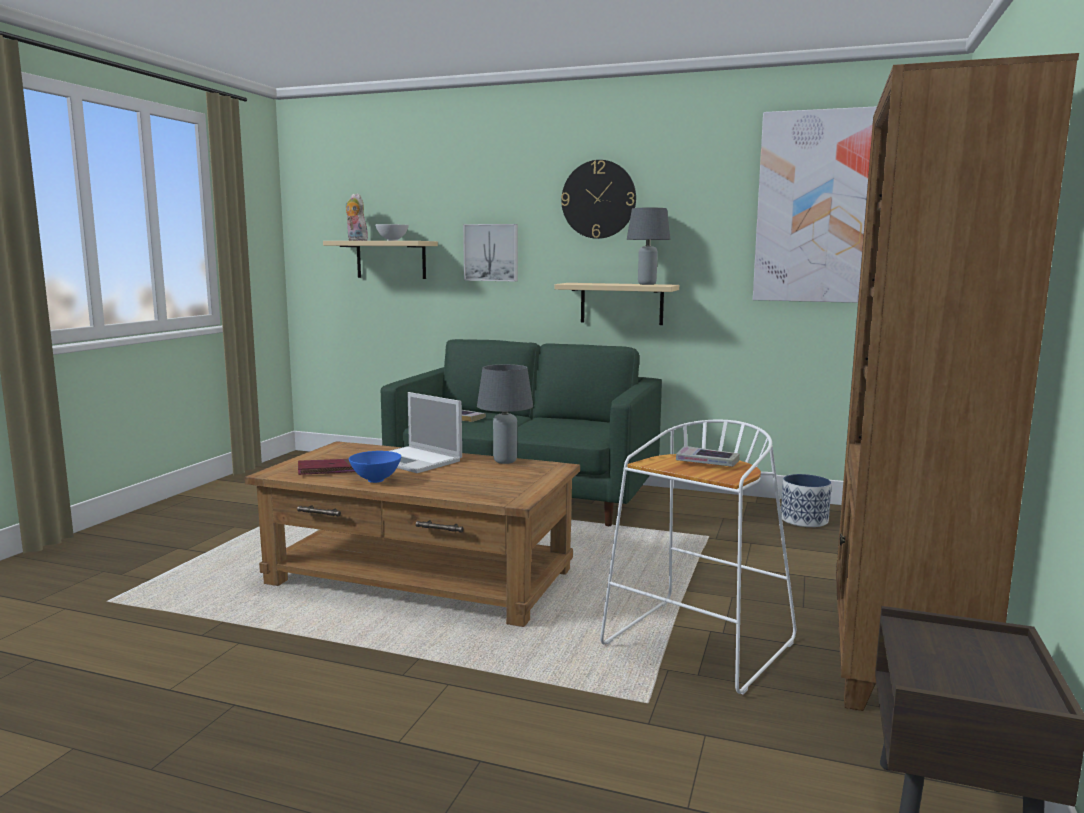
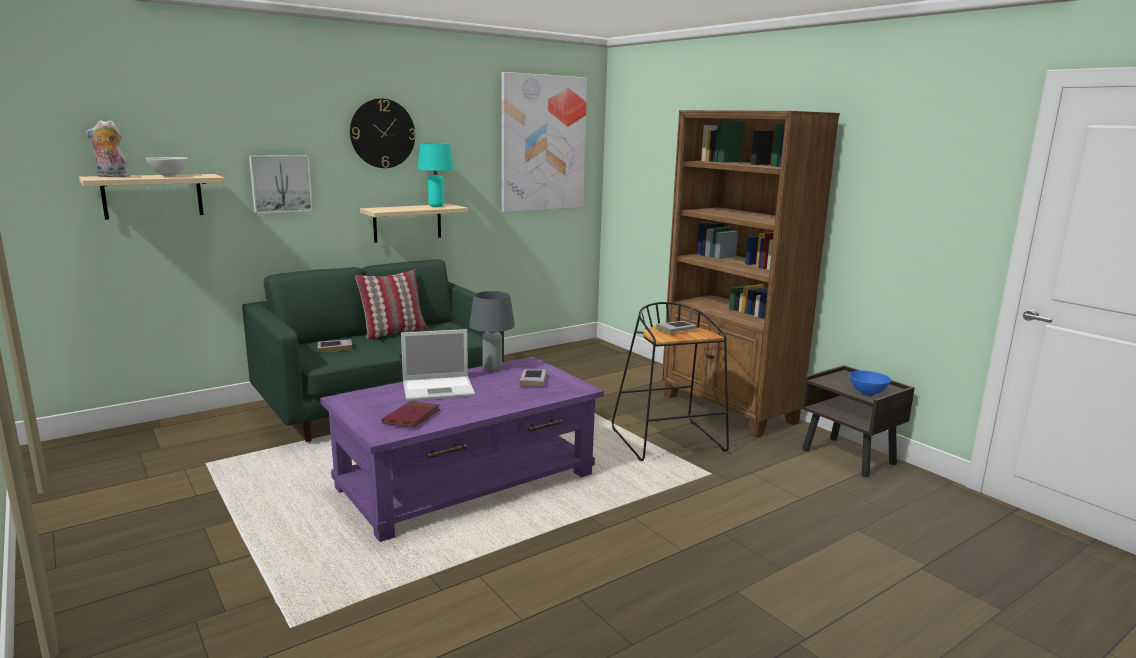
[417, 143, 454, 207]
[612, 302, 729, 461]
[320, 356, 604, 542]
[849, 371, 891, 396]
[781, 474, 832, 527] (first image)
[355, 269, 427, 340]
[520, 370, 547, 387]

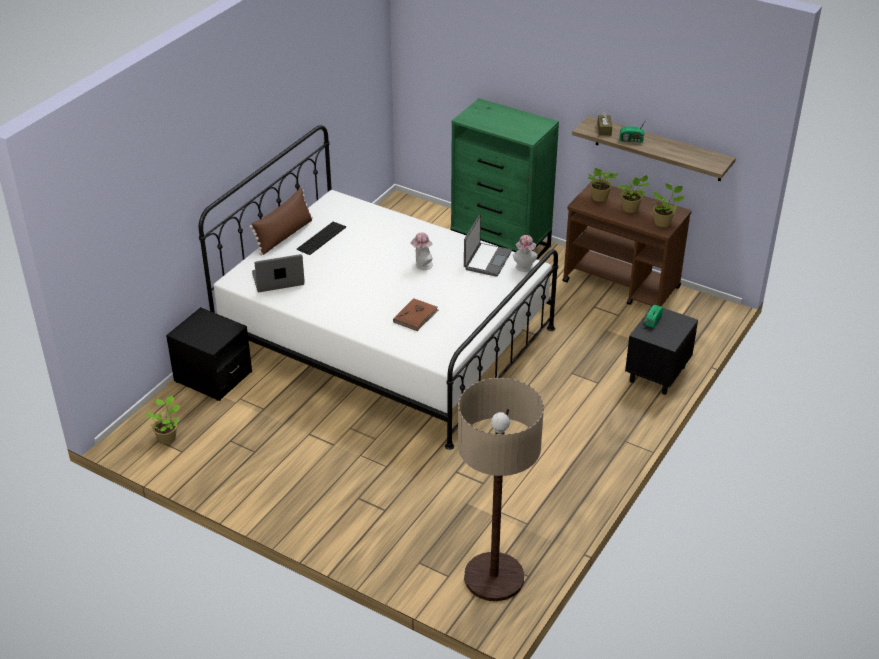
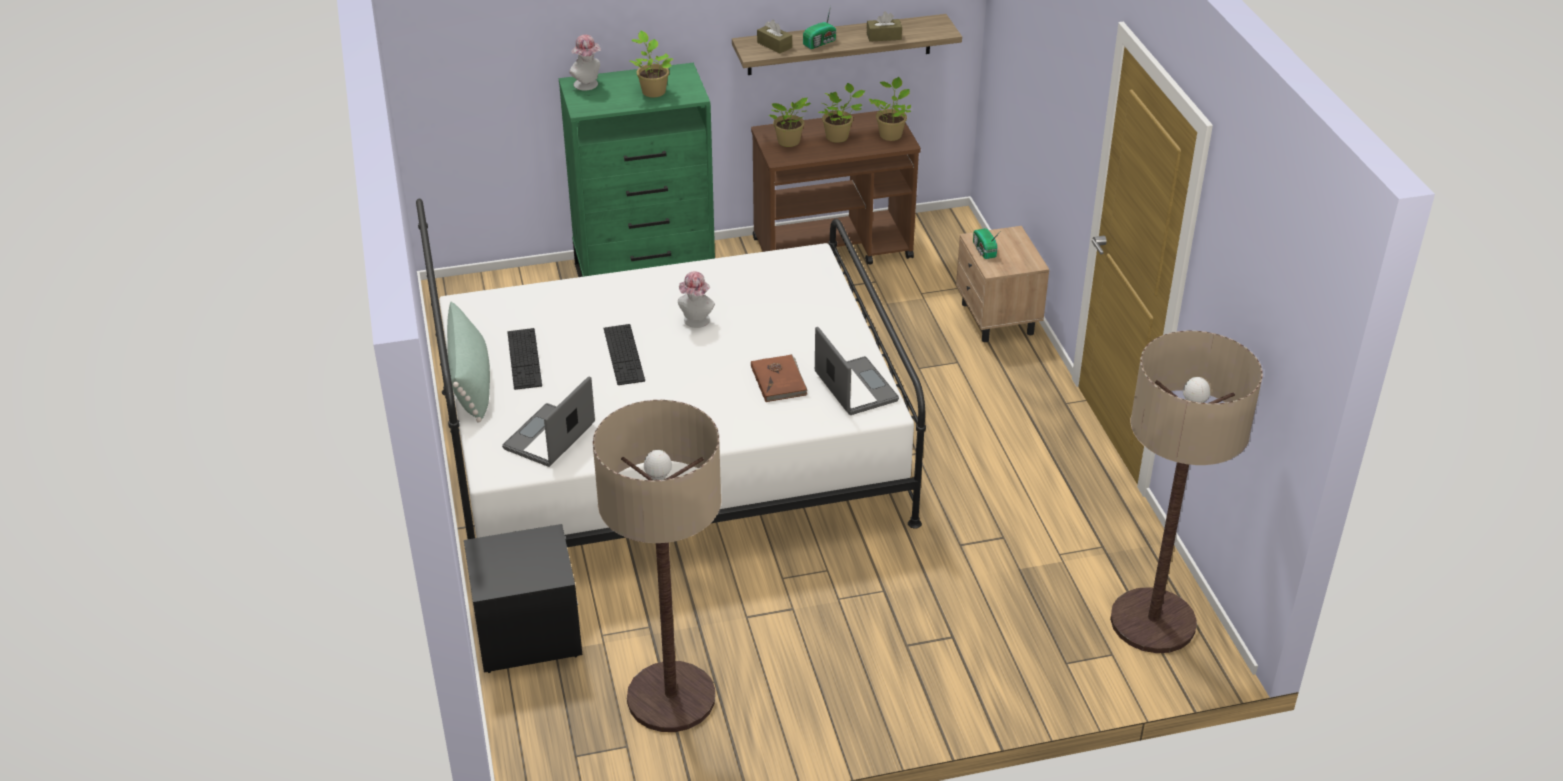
[447, 302, 490, 423]
[815, 327, 899, 415]
[569, 34, 601, 91]
[956, 226, 1049, 342]
[629, 30, 673, 98]
[867, 12, 902, 42]
[604, 324, 645, 385]
[593, 400, 721, 732]

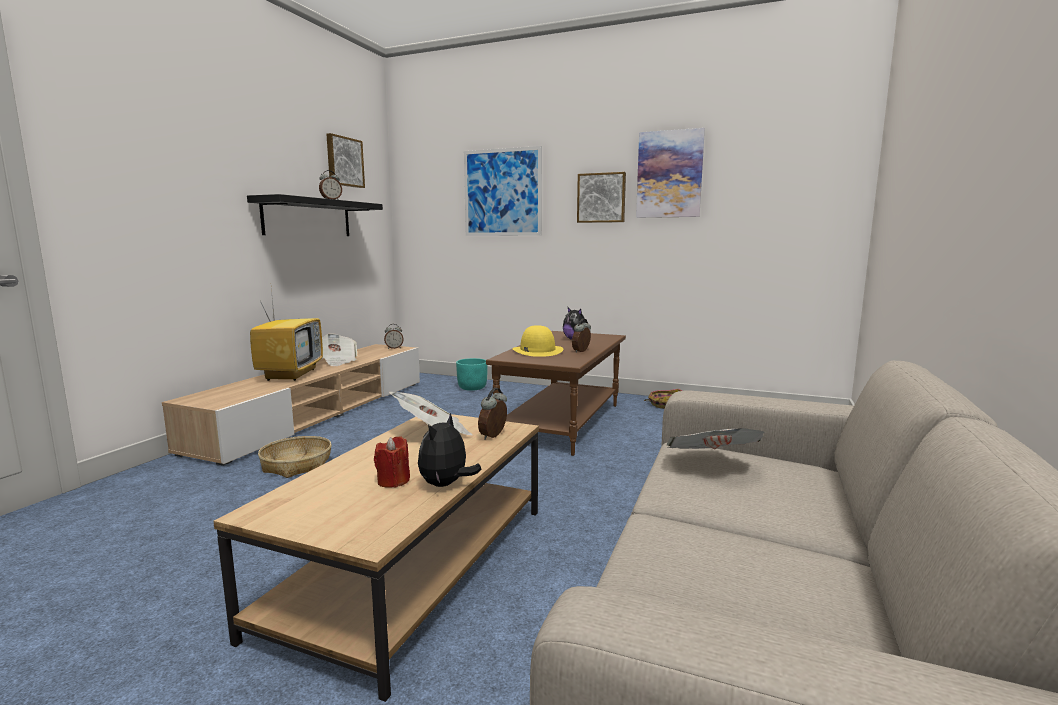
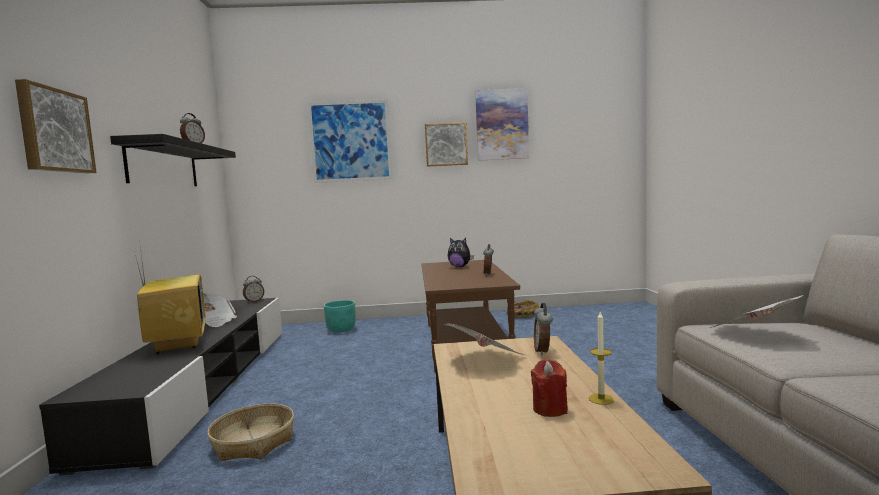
[15, 79, 96, 173]
[512, 325, 563, 357] (first image)
[39, 298, 282, 476]
[589, 312, 614, 405]

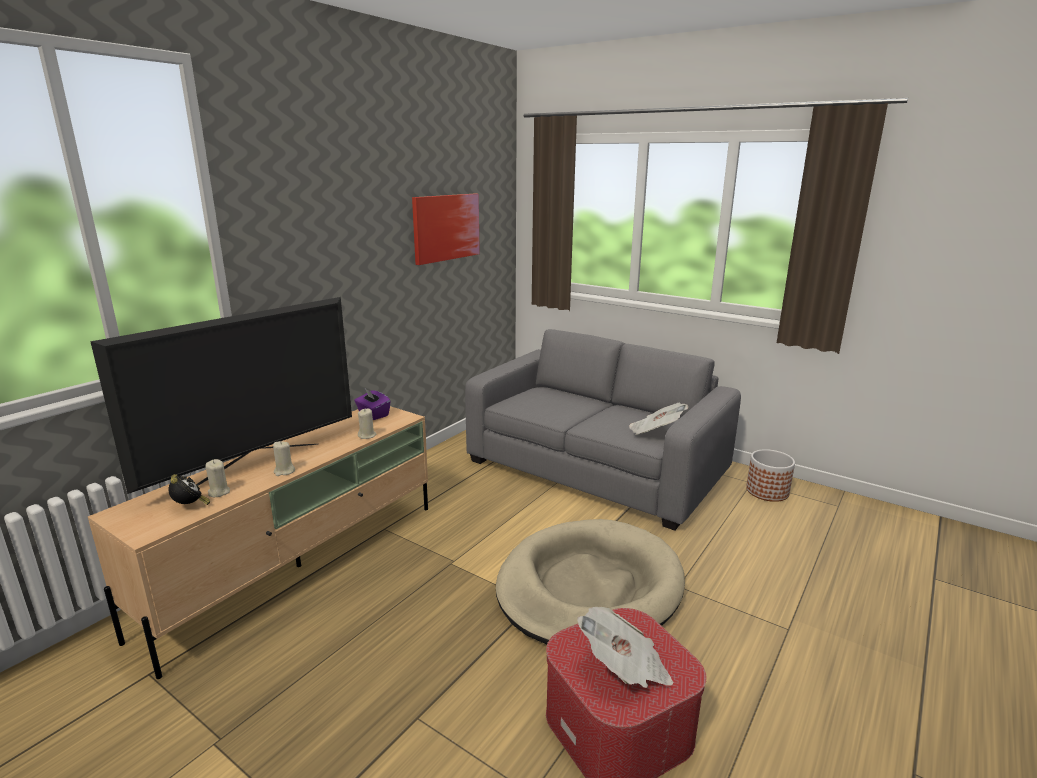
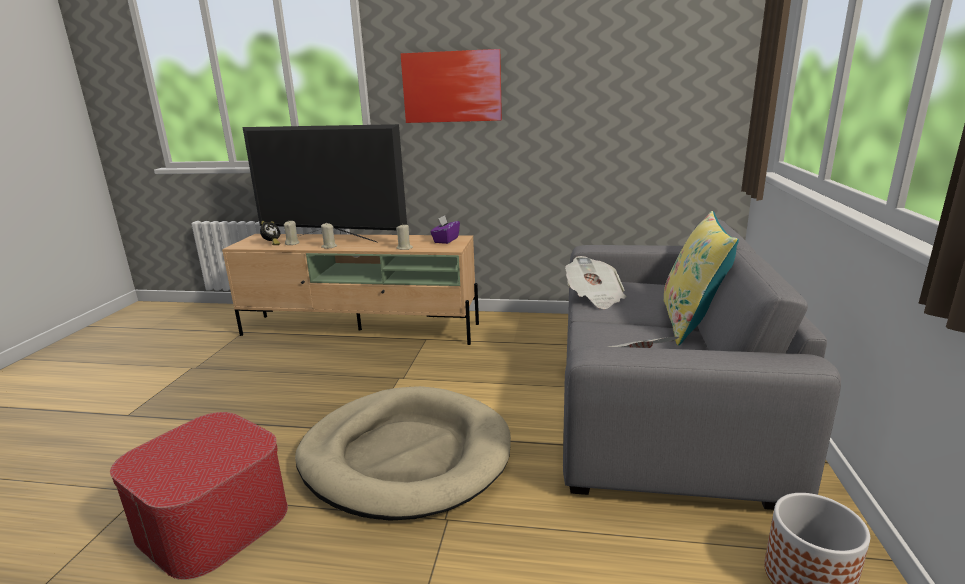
[401, 49, 502, 123]
[565, 256, 626, 309]
[663, 211, 739, 346]

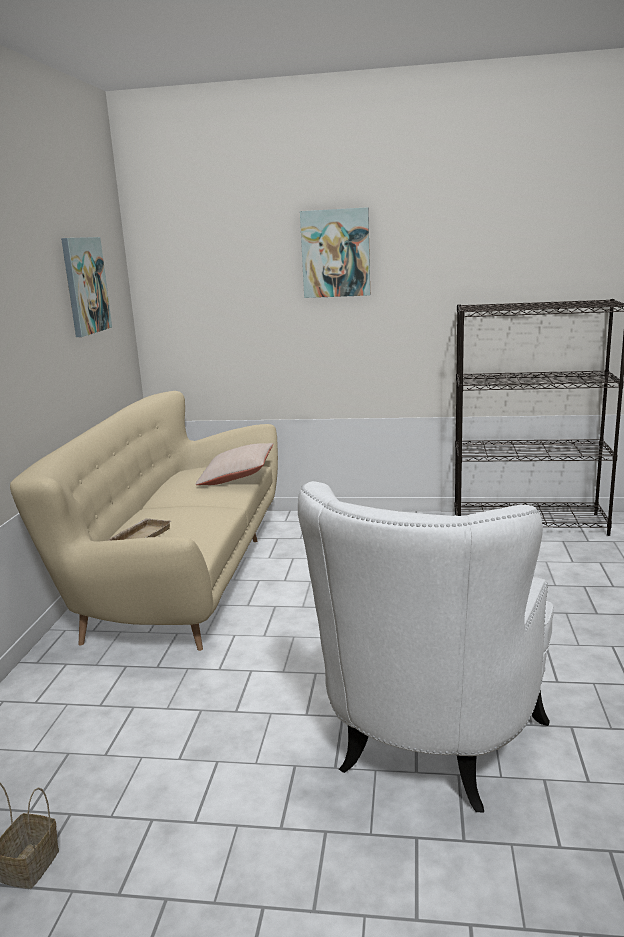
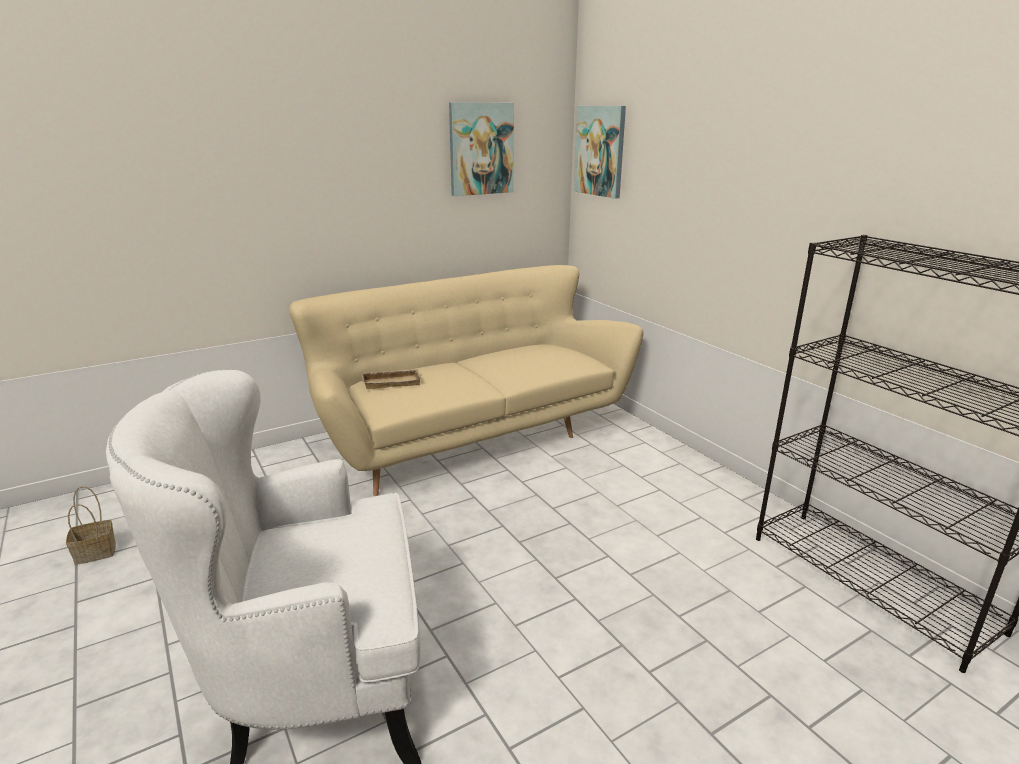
[574, 106, 626, 199]
[196, 443, 273, 485] (first image)

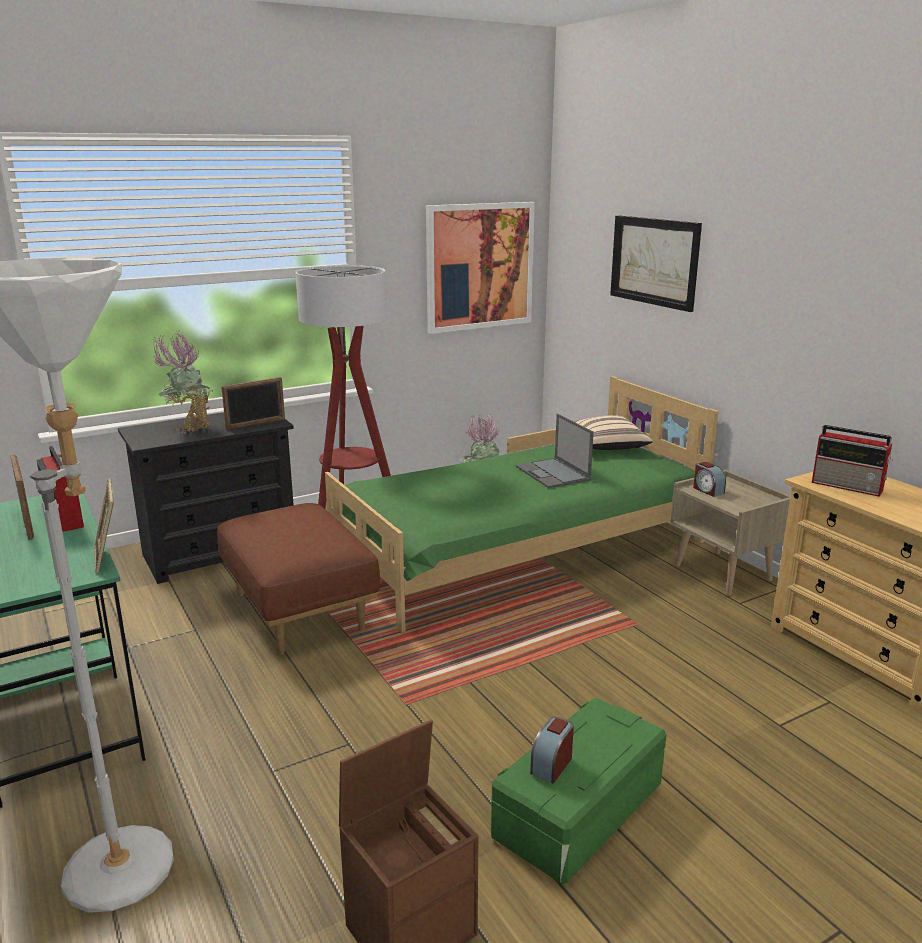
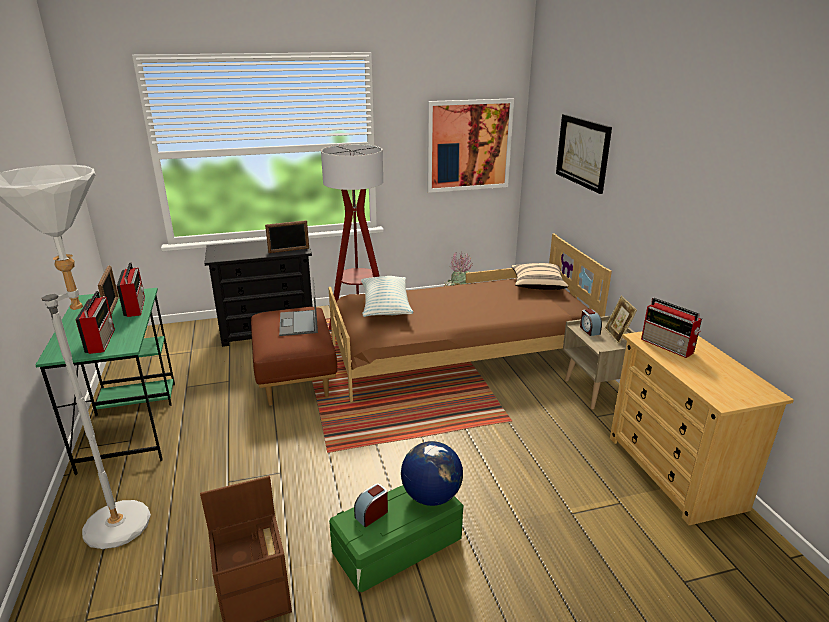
[152, 331, 213, 433] (first image)
[328, 234, 612, 402]
[279, 277, 318, 336]
[604, 296, 637, 344]
[361, 276, 413, 317]
[76, 291, 115, 354]
[401, 441, 463, 506]

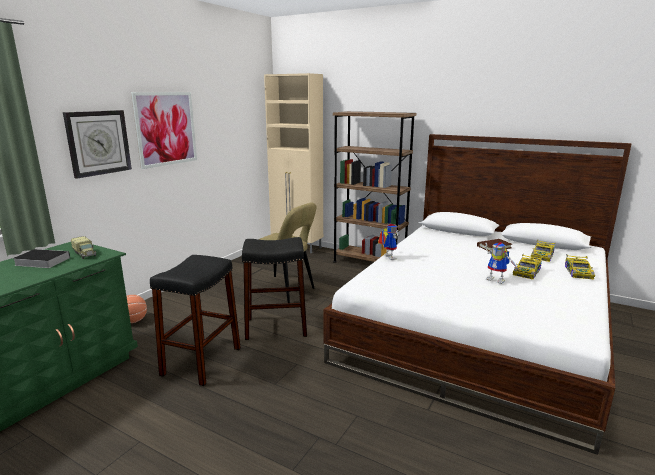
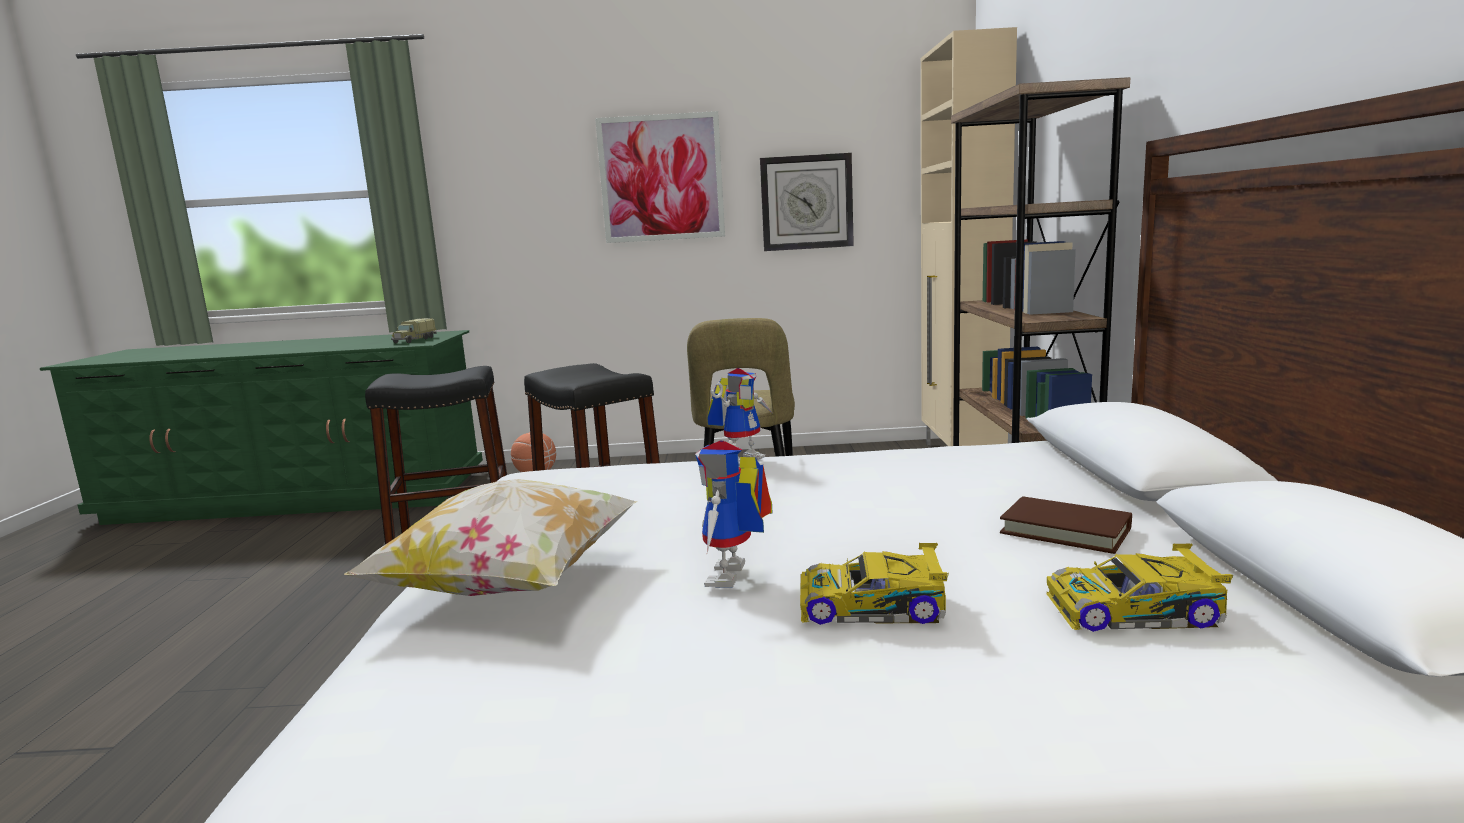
[760, 153, 854, 251]
[12, 249, 70, 268] (first image)
[565, 255, 595, 280] (first image)
[344, 479, 637, 596]

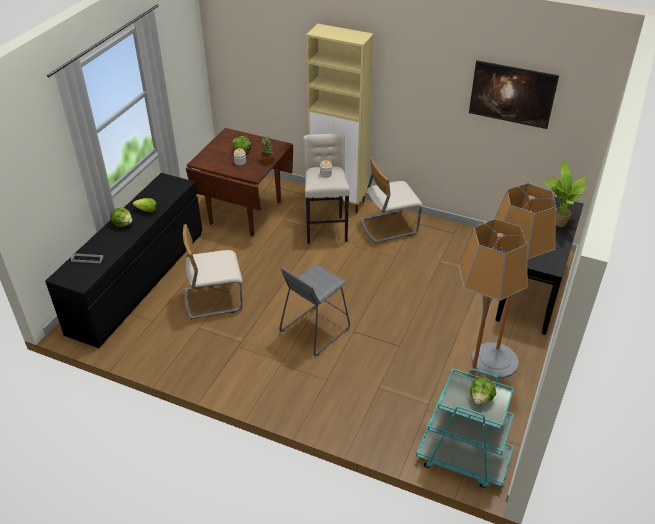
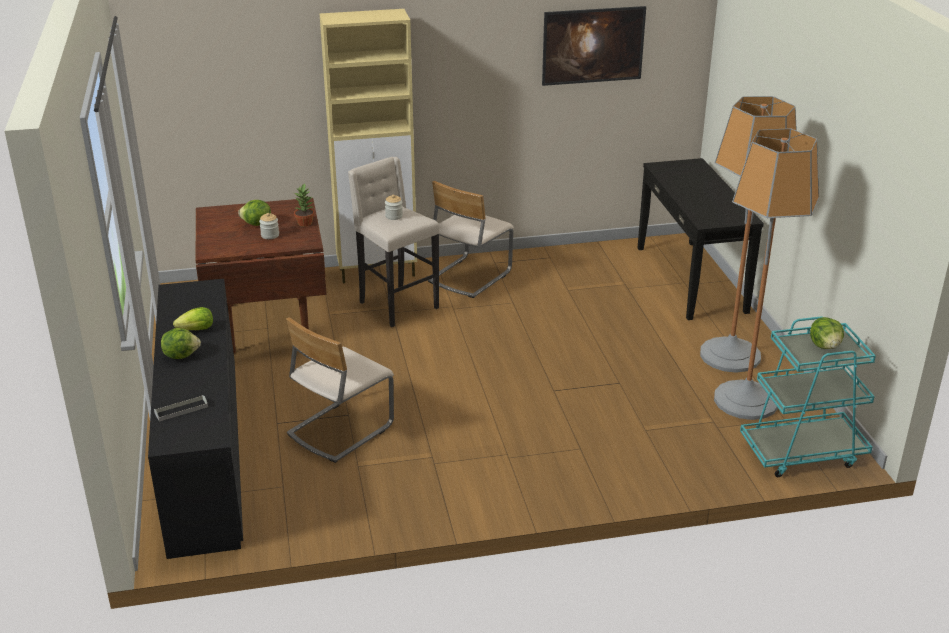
[543, 160, 588, 227] (first image)
[279, 264, 350, 356] (first image)

